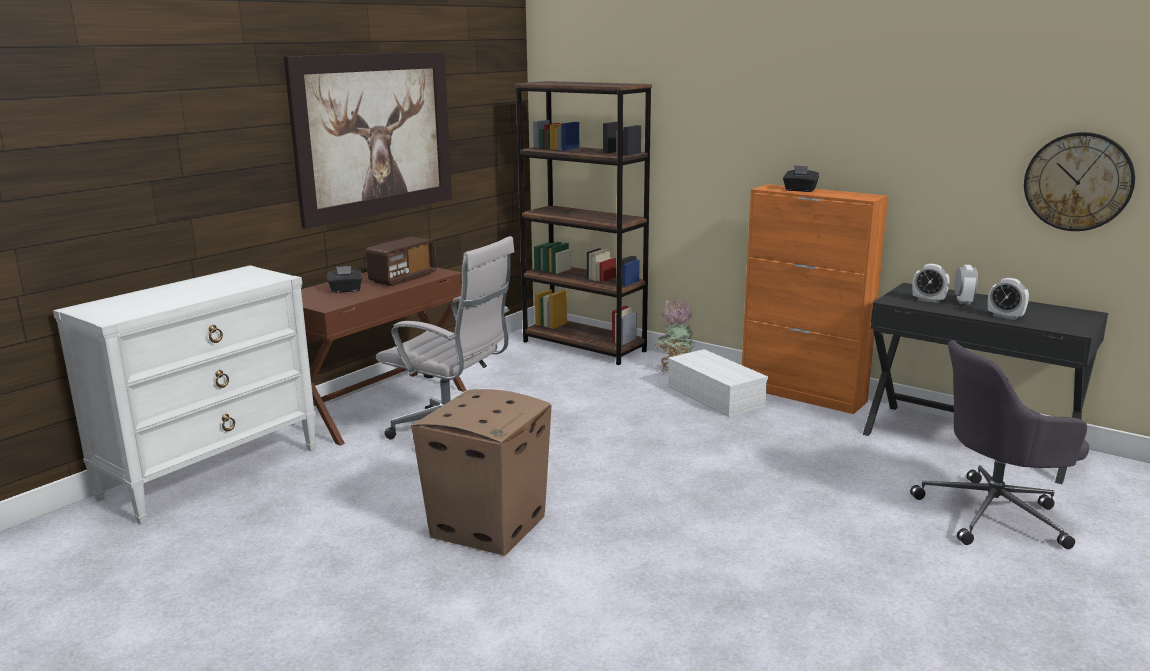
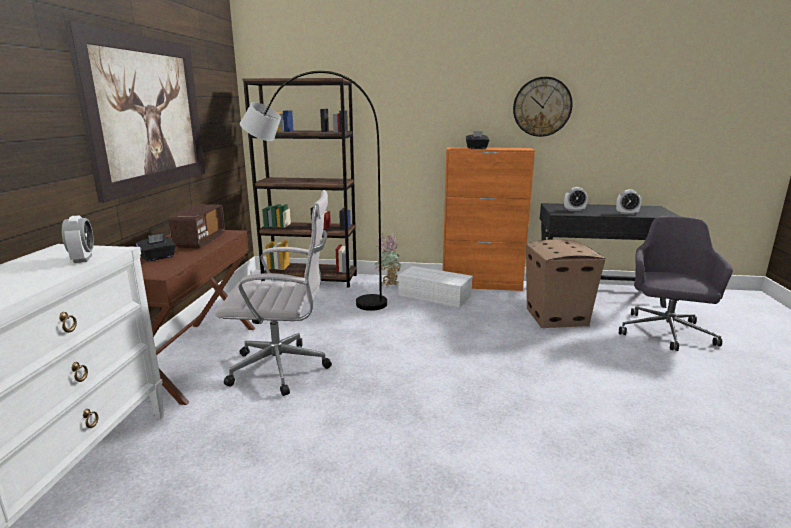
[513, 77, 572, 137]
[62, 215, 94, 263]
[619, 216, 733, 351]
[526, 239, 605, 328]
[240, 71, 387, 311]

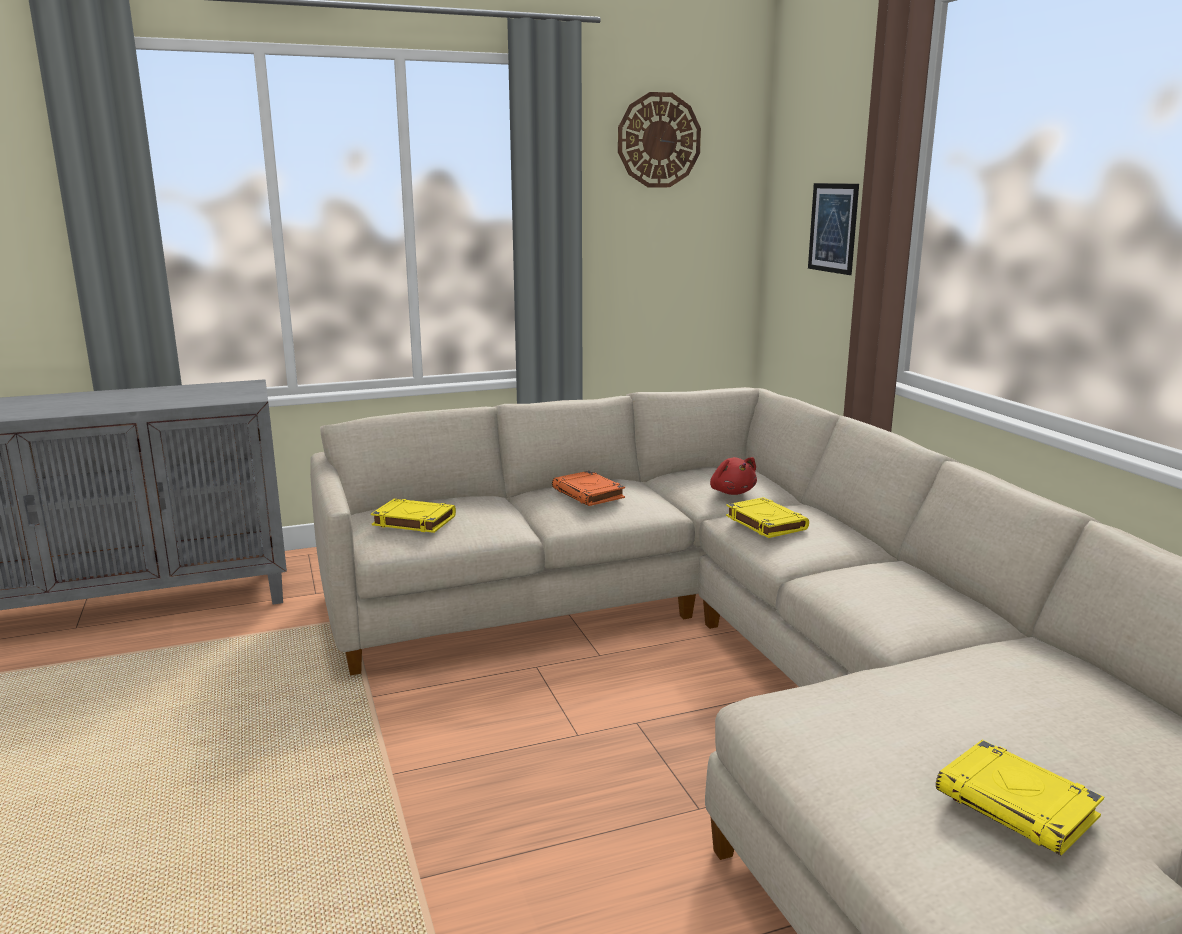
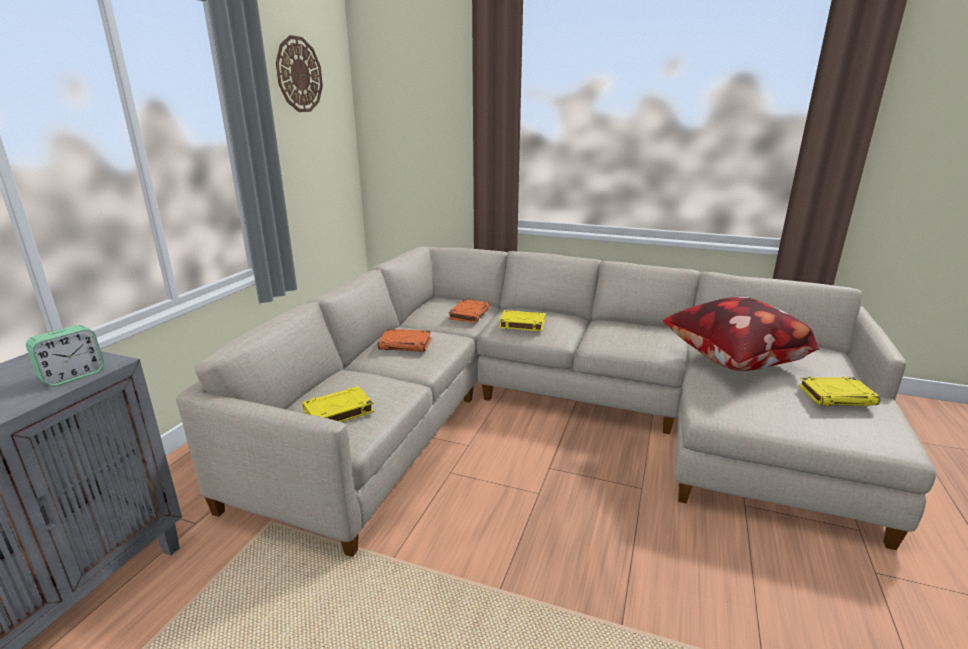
[808, 183, 859, 275] (first image)
[448, 299, 490, 323]
[663, 297, 819, 371]
[26, 325, 105, 386]

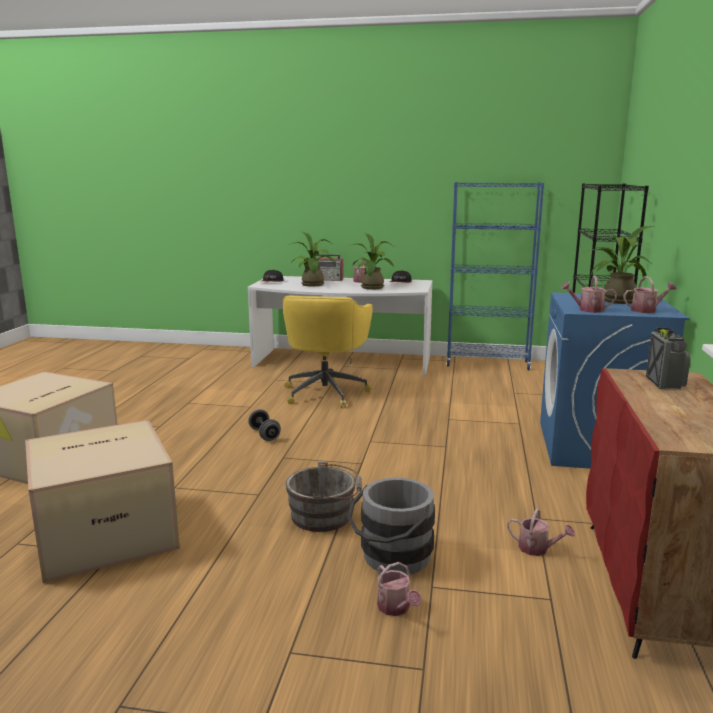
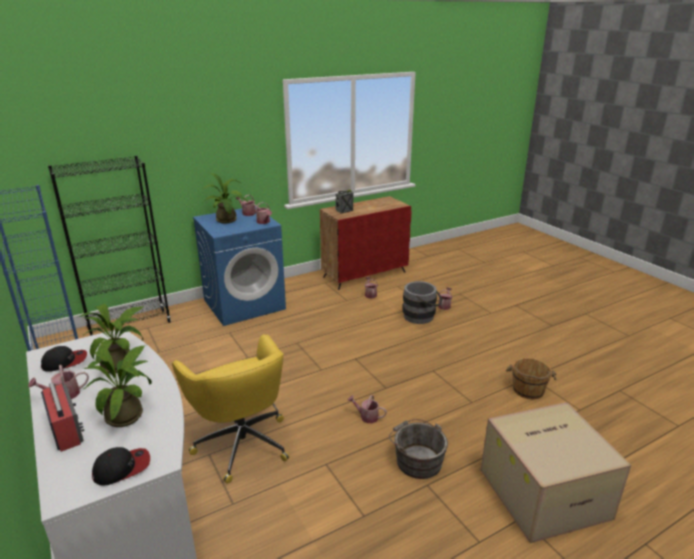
[172, 334, 290, 484]
[347, 395, 387, 423]
[506, 358, 557, 399]
[389, 419, 448, 479]

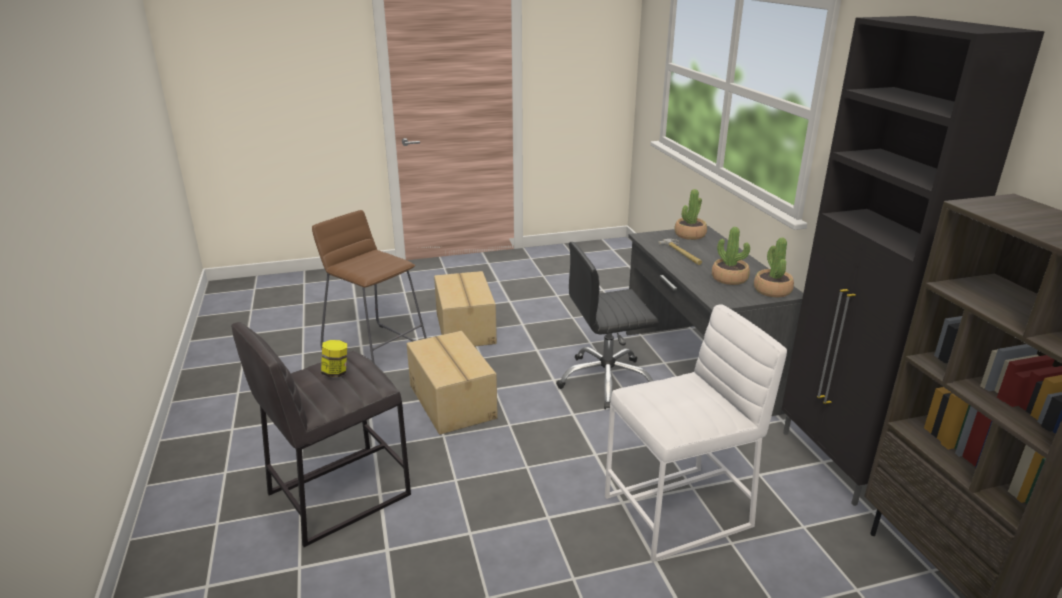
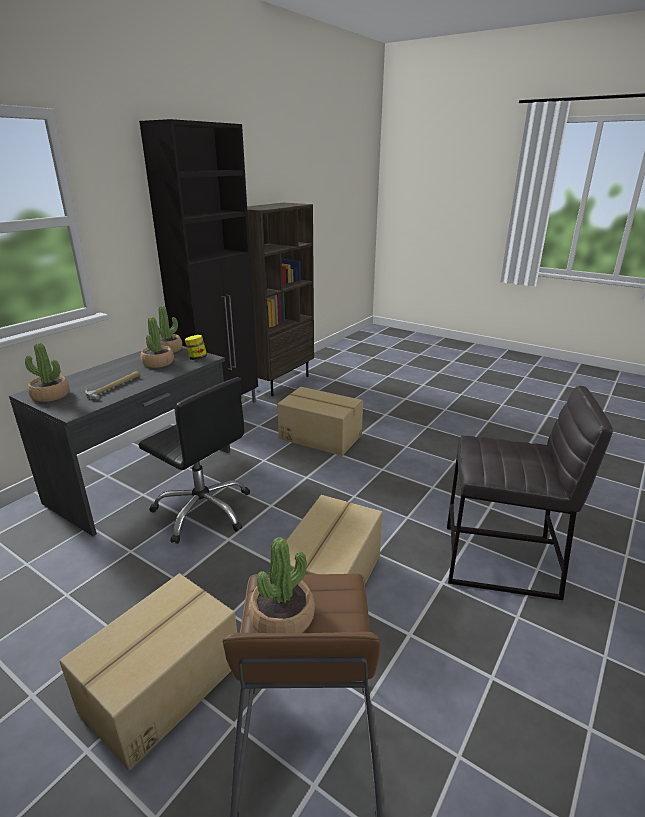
[277, 387, 363, 456]
[185, 335, 207, 360]
[249, 537, 315, 633]

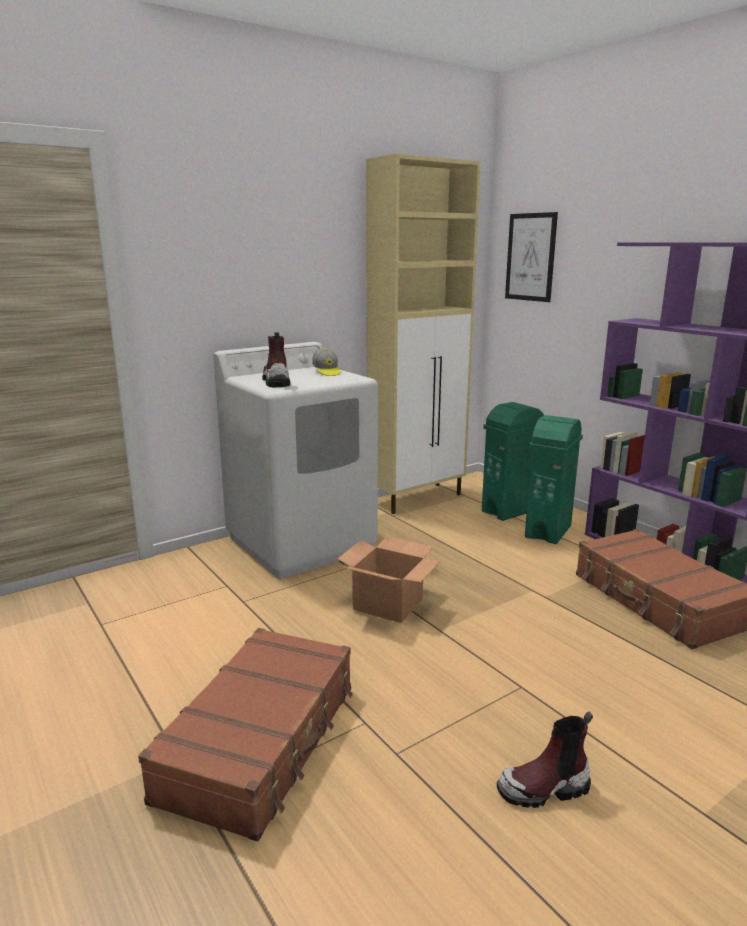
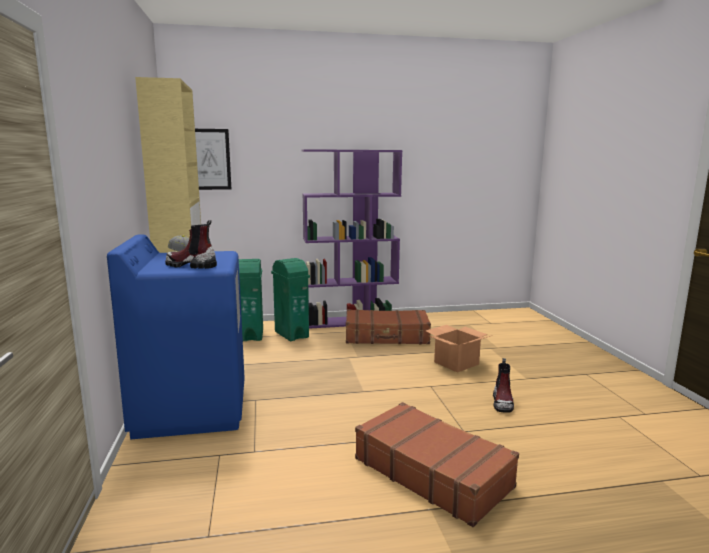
[107, 235, 245, 440]
[426, 325, 492, 373]

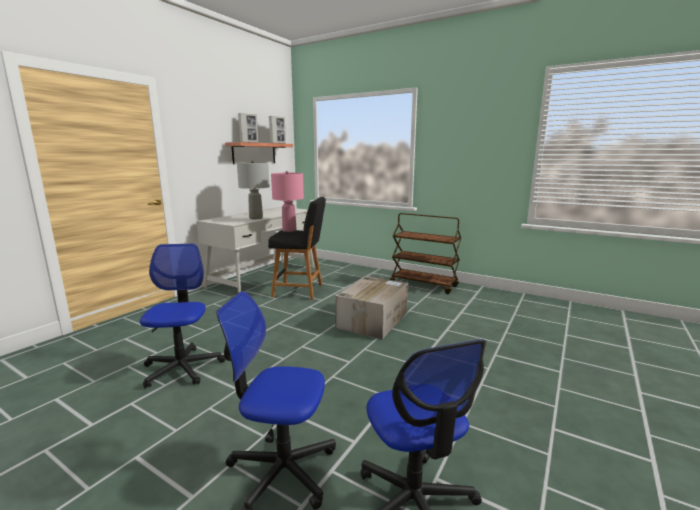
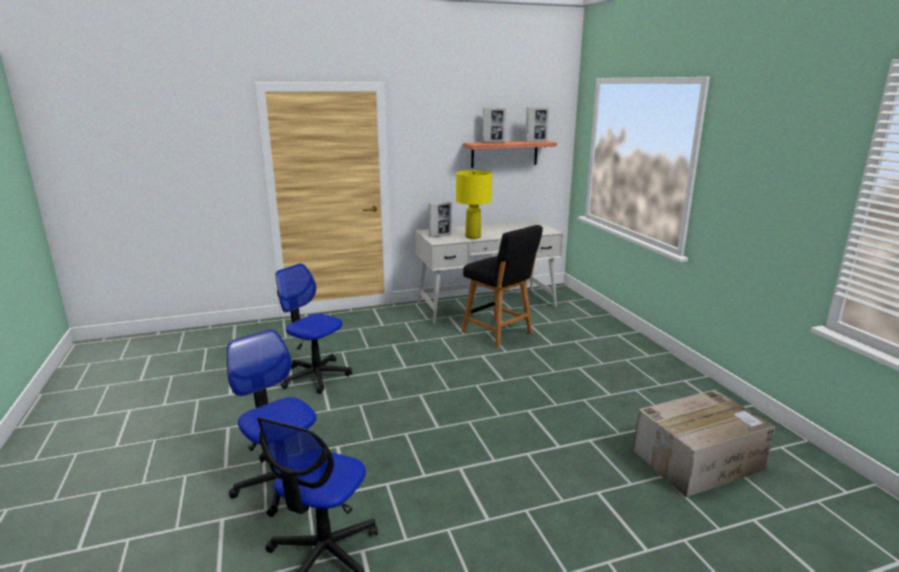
[456, 170, 492, 239]
[271, 171, 304, 232] (first image)
[390, 213, 461, 294] (first image)
[276, 263, 352, 394]
[633, 390, 776, 497]
[428, 202, 451, 237]

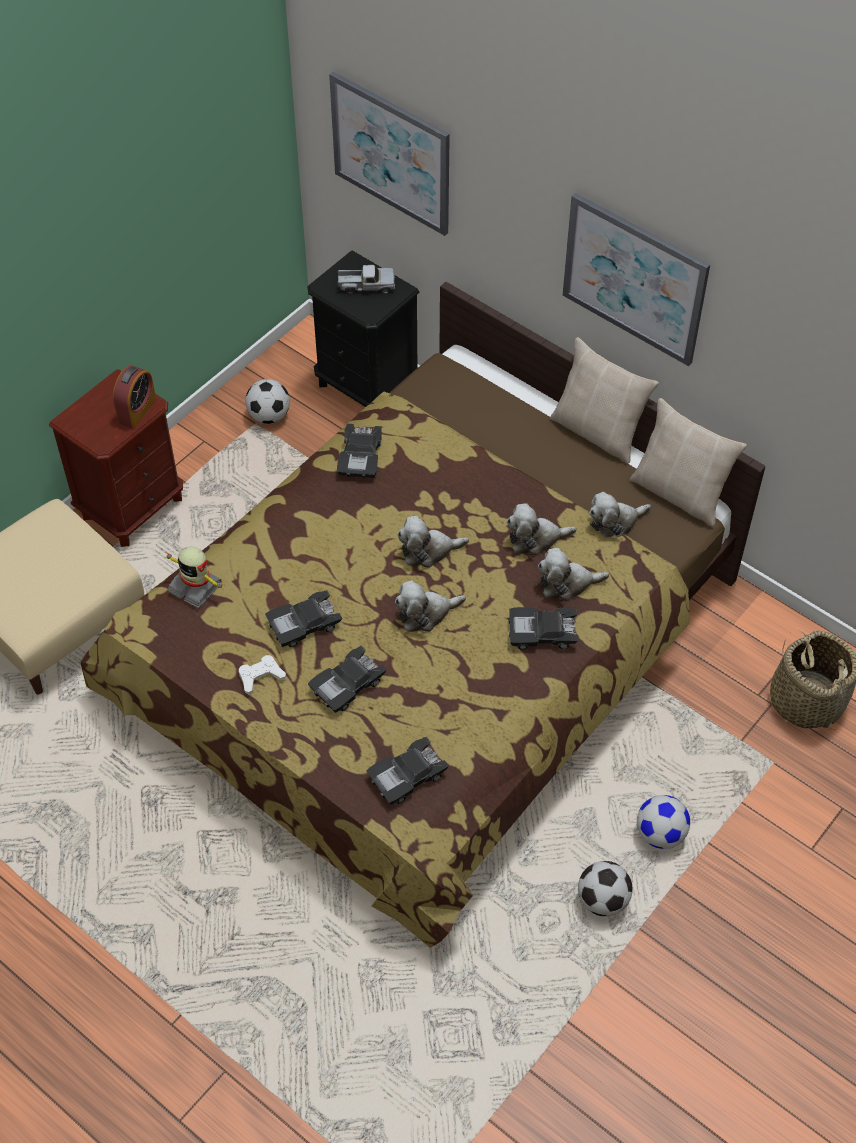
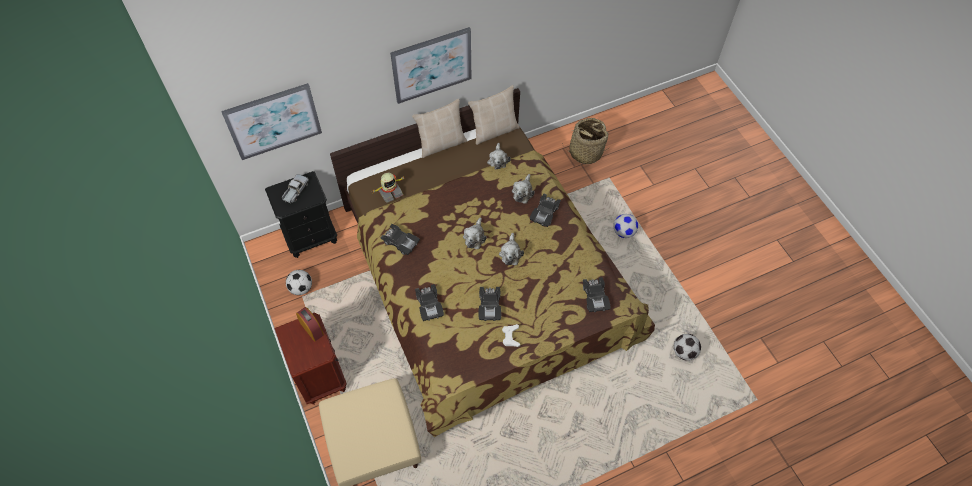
[507, 503, 577, 556] (first image)
[373, 173, 406, 203]
[415, 284, 444, 321]
[674, 334, 701, 361]

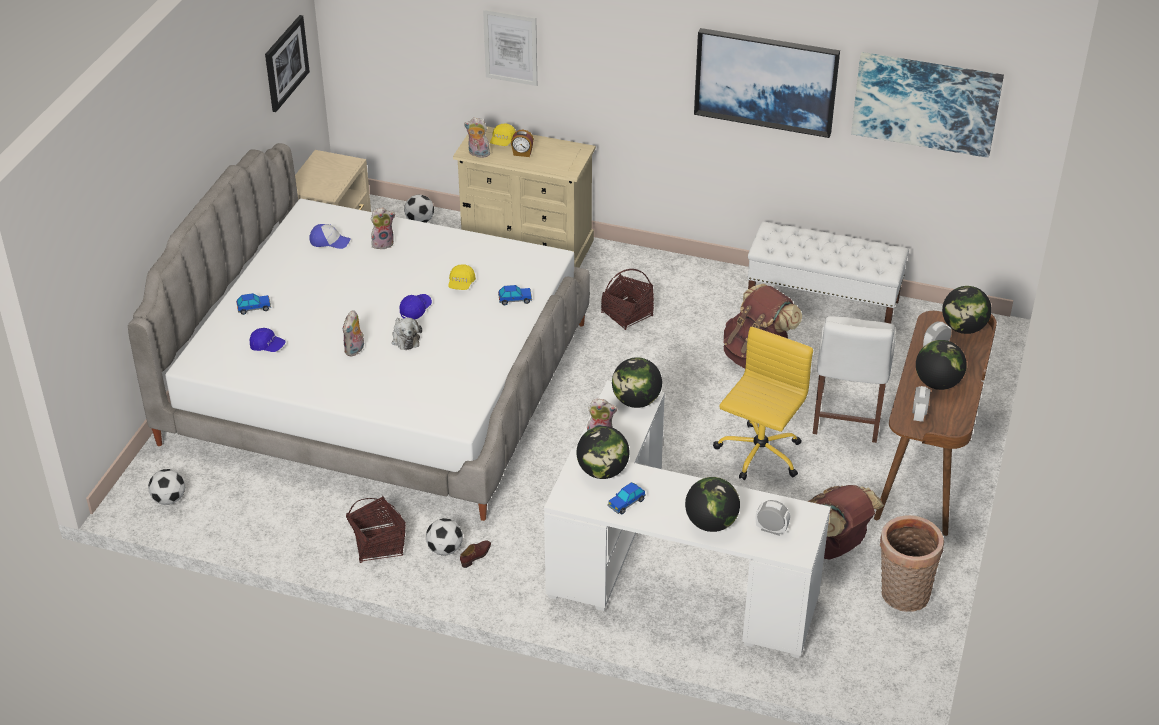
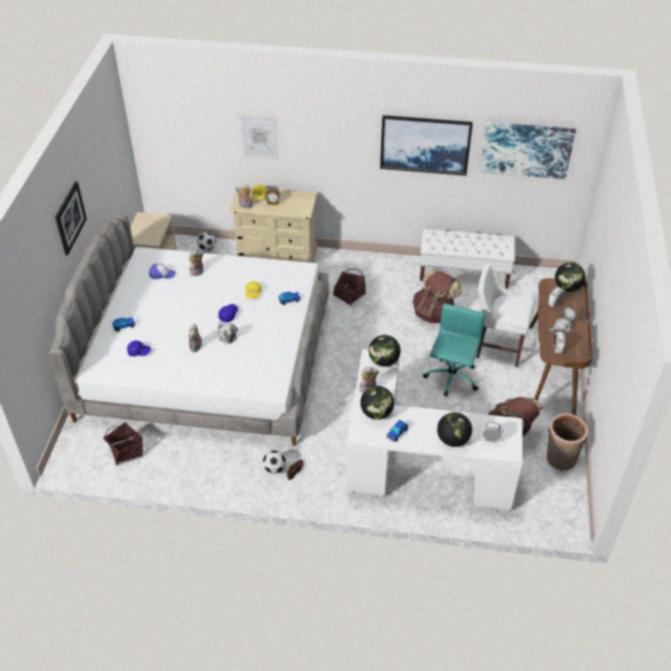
[55, 181, 87, 255]
[476, 264, 535, 367]
[423, 304, 485, 397]
[549, 307, 576, 332]
[148, 469, 185, 505] (first image)
[103, 422, 143, 466]

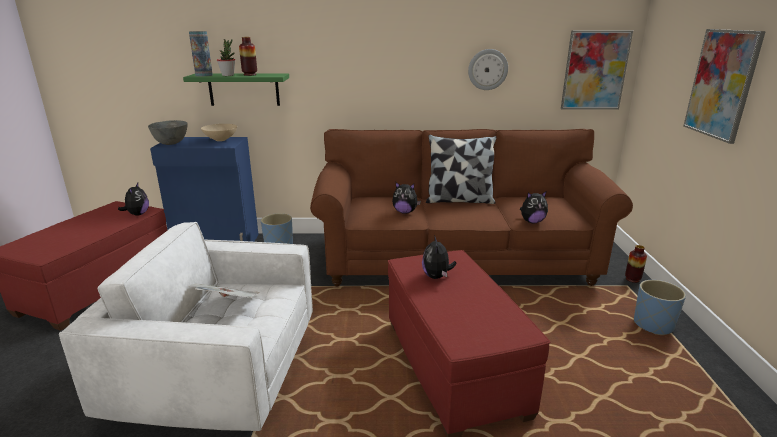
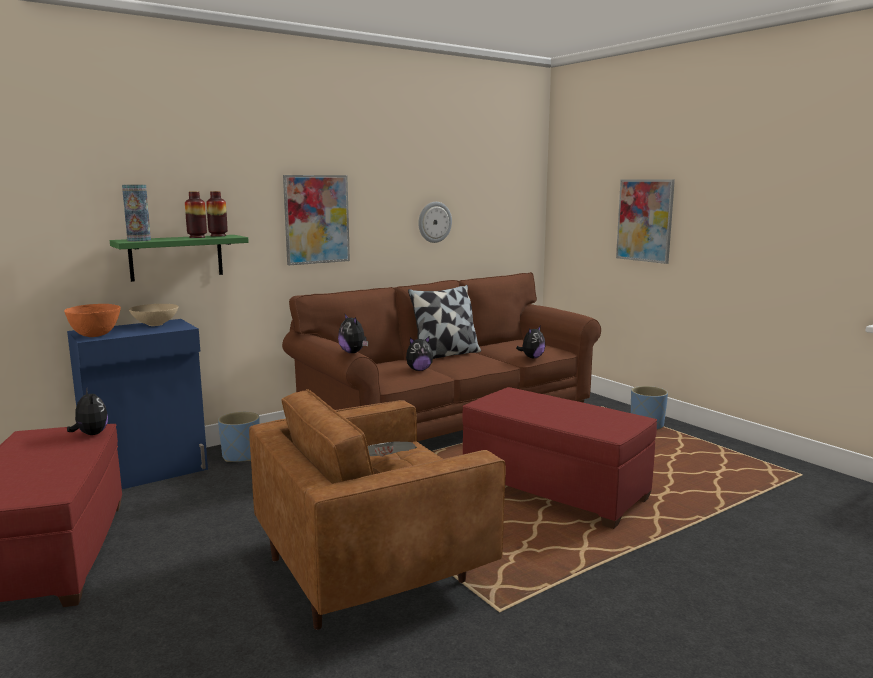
[283, 175, 350, 265]
[217, 39, 235, 76] (first image)
[64, 304, 121, 337]
[249, 389, 506, 630]
[338, 314, 368, 353]
[206, 191, 228, 237]

